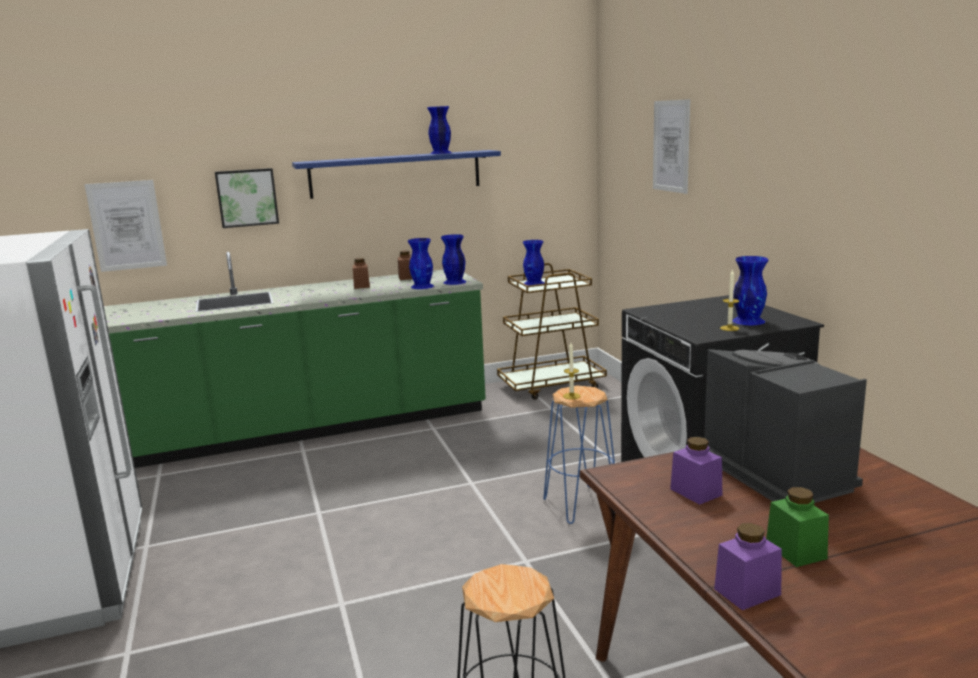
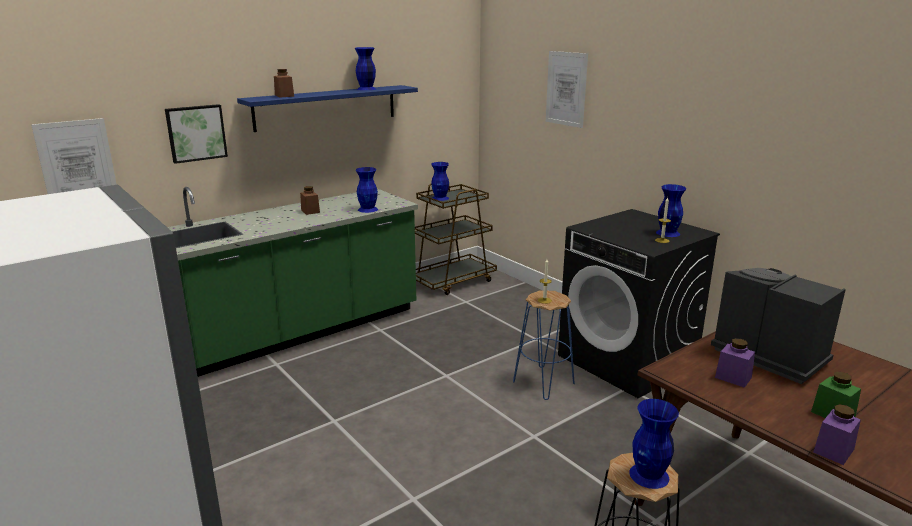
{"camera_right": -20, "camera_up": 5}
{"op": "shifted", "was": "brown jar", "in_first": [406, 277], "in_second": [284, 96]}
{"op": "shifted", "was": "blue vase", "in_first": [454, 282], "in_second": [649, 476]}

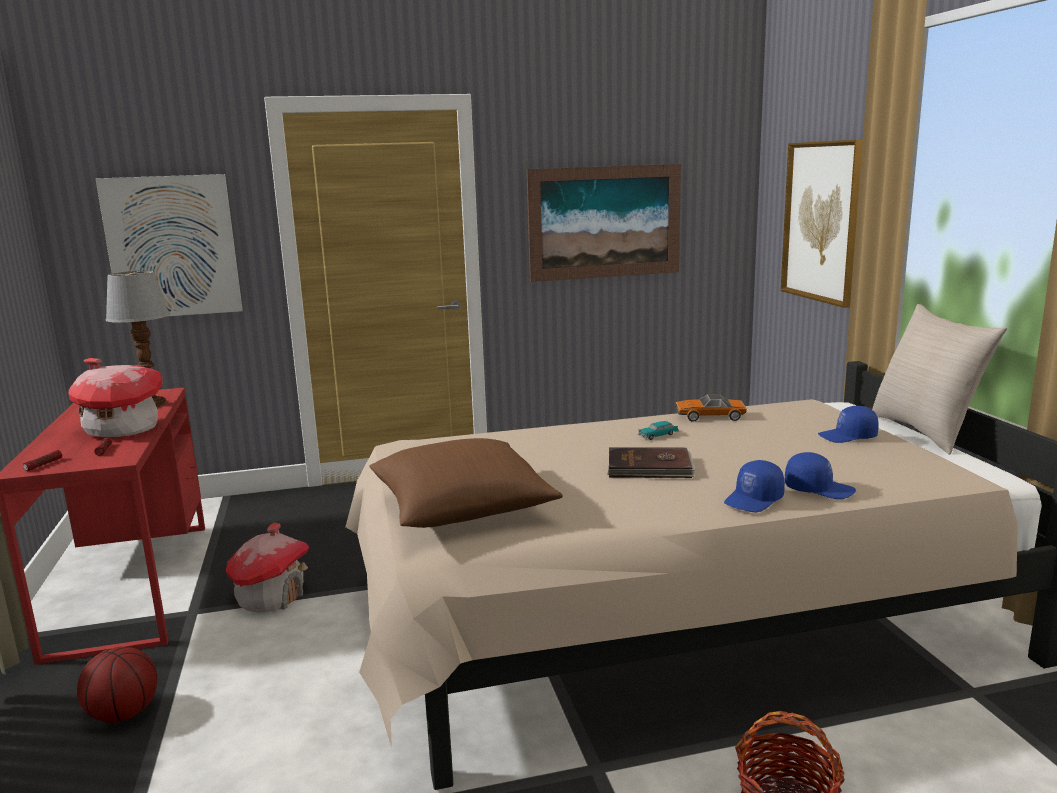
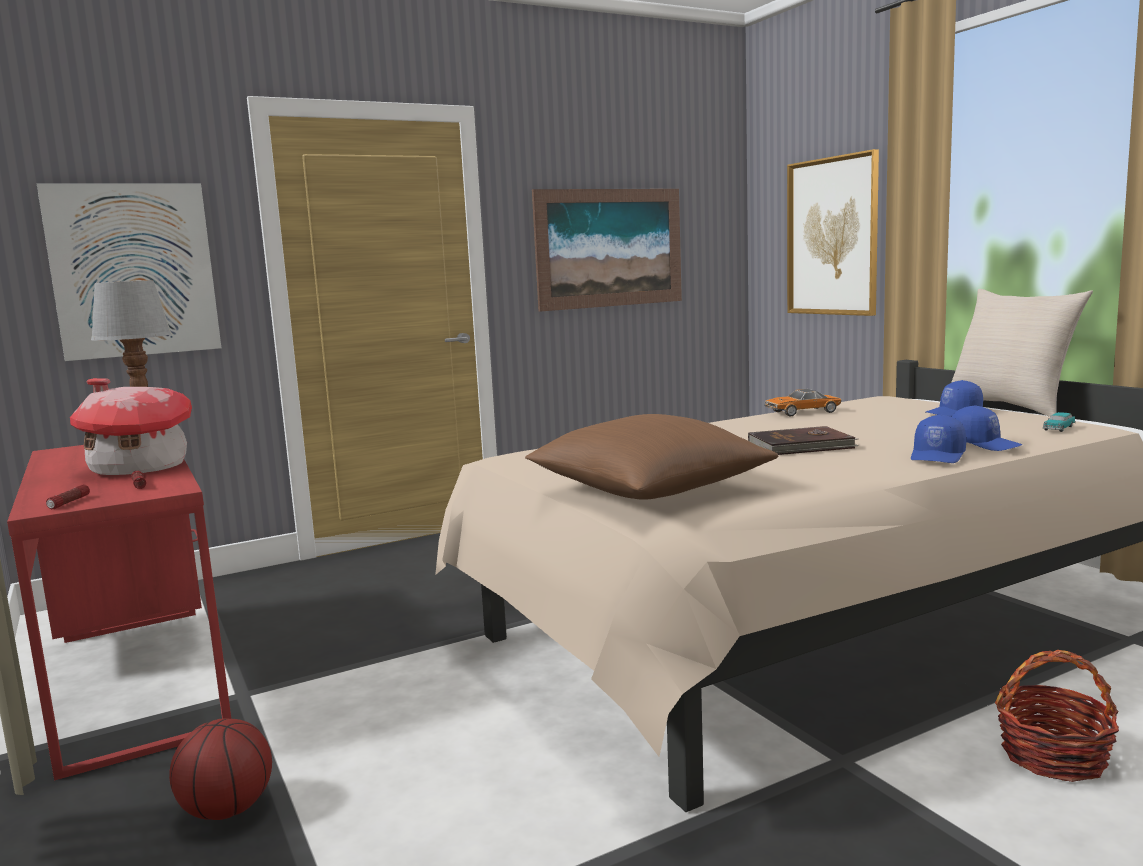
{"camera_right": -15, "camera_up": -5}
{"op": "gone", "was": "toy house", "in_first": [272, 597]}
{"op": "shifted", "was": "toy car", "in_first": [658, 435], "in_second": [1058, 428]}
{"op": "rotated", "was": "blue cap", "in_first": [818, 489], "in_second": [984, 444], "clockwise": 45}

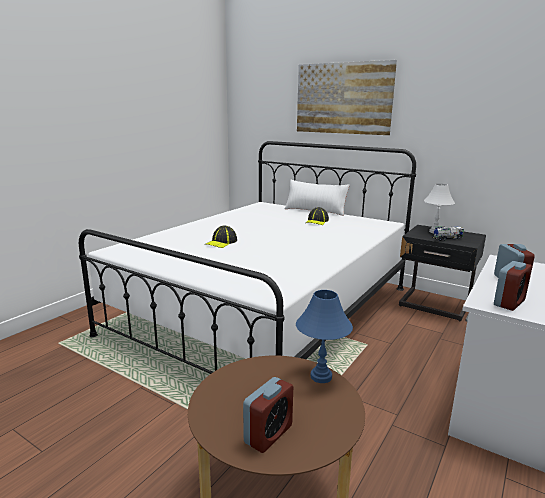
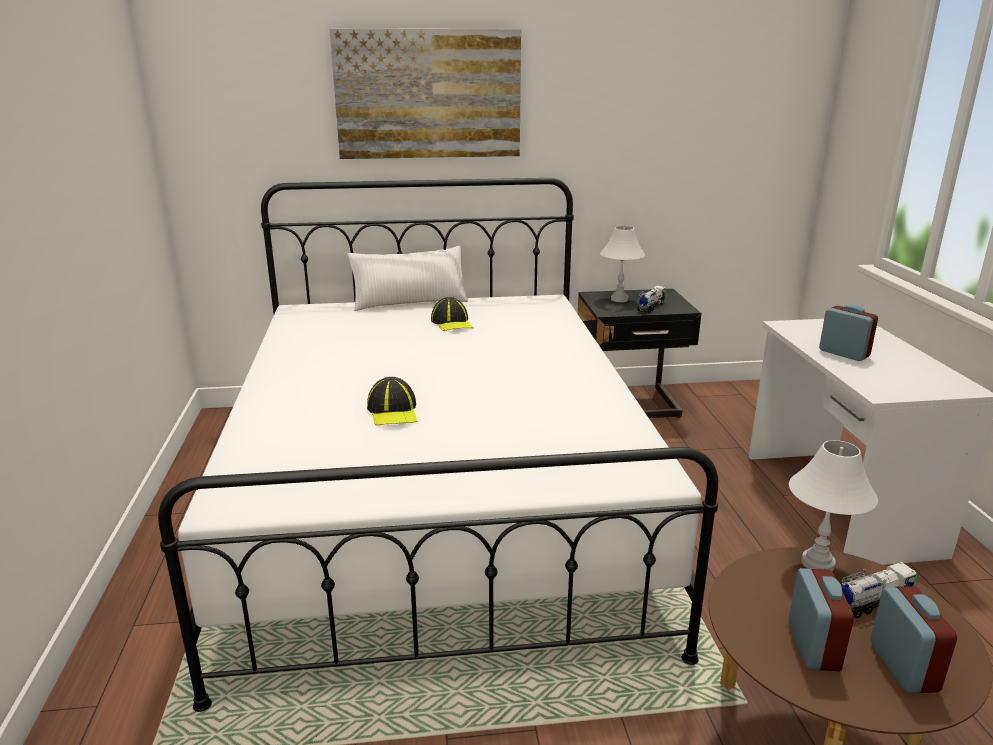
{"camera_right": -40, "camera_up": 5}
{"op": "new", "now": "toy truck", "in_second": [871, 602]}
{"op": "shifted", "was": "alarm clock", "in_first": [509, 303], "in_second": [813, 646]}
{"op": "repainted", "was": "blue table lamp", "now": "white table lamp", "in_first": [321, 376], "in_second": [818, 563]}

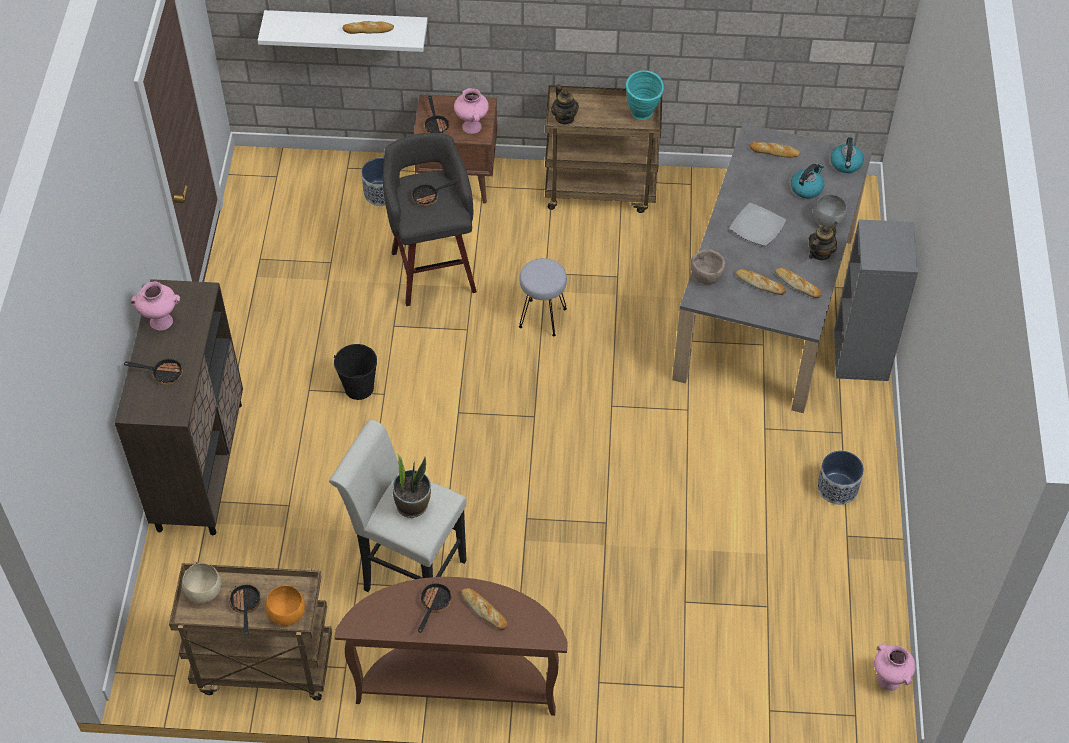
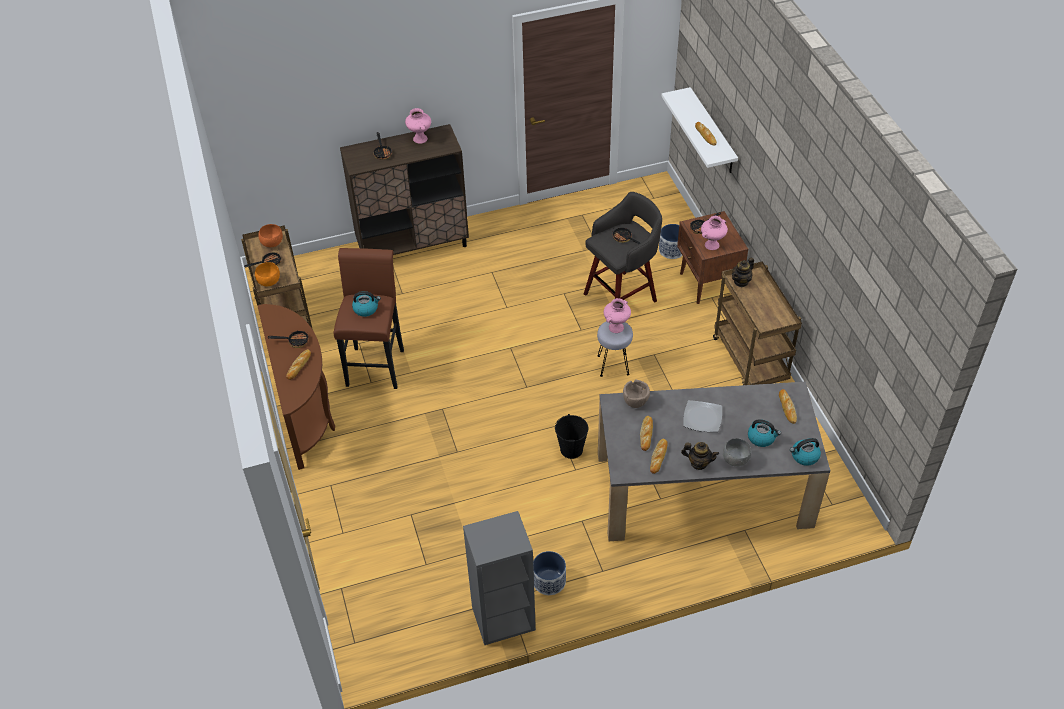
{"camera_right": 70, "camera_up": -5}
{"op": "gone", "was": "turquoise vase", "in_first": [643, 116]}
{"op": "shifted", "was": "black bucket", "in_first": [359, 387], "in_second": [571, 449]}
{"op": "shifted", "was": "grey bookcase", "in_first": [861, 356], "in_second": [503, 619]}
{"op": "shifted", "was": "pink vase", "in_first": [889, 680], "in_second": [616, 328]}
{"op": "swapped", "was": "potted plant", "now": "kettle", "in_first": [413, 505], "in_second": [366, 309]}
{"op": "repainted", "was": "beige bowl", "now": "orange bowl", "in_first": [203, 591], "in_second": [272, 243]}
{"op": "repainted", "was": "white stool", "now": "brown stool", "in_first": [408, 572], "in_second": [376, 364]}

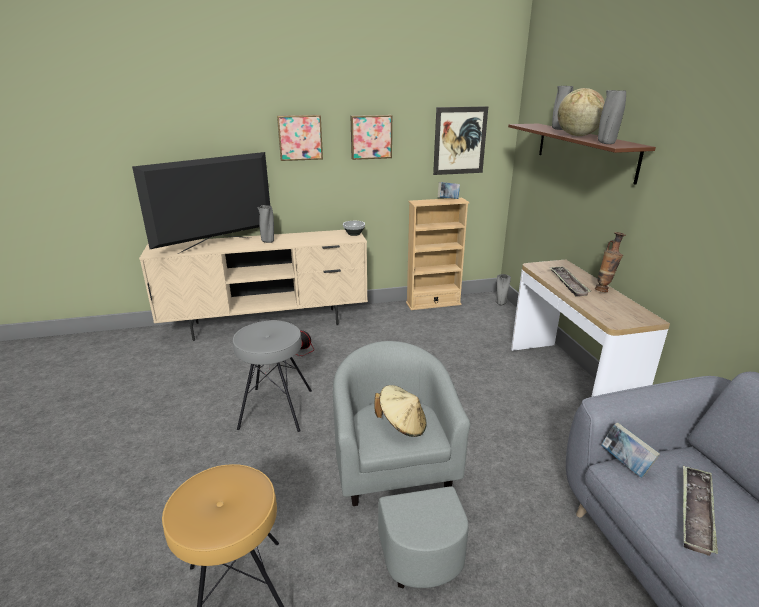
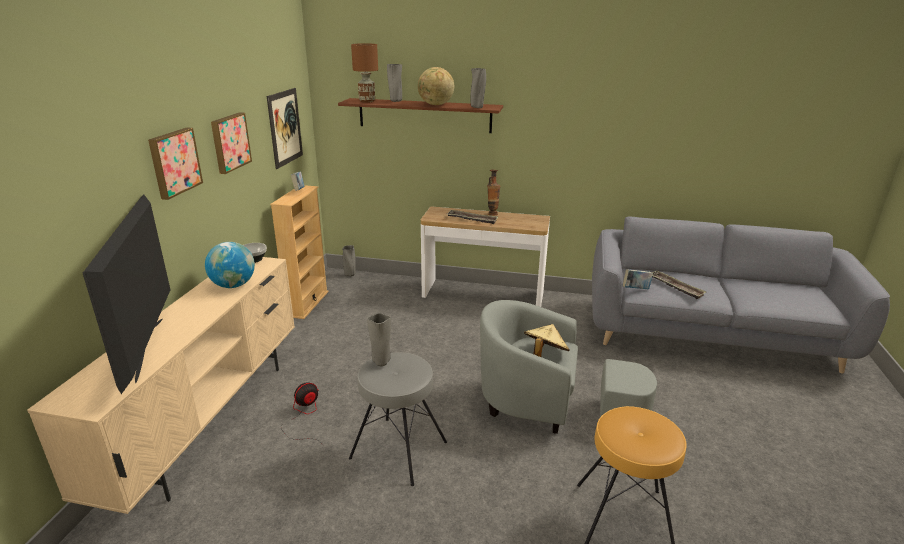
{"camera_right": -65, "camera_up": 0}
{"op": "new", "now": "globe", "in_second": [233, 285]}
{"op": "new", "now": "brown table lamp", "in_second": [367, 101]}
{"op": "shifted", "was": "grey vase", "in_first": [268, 241], "in_second": [381, 362]}

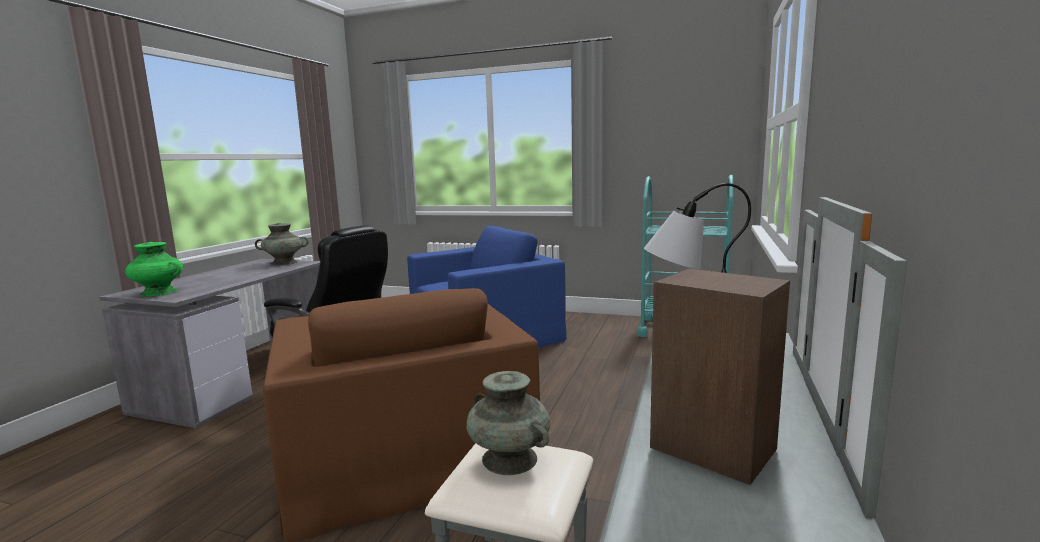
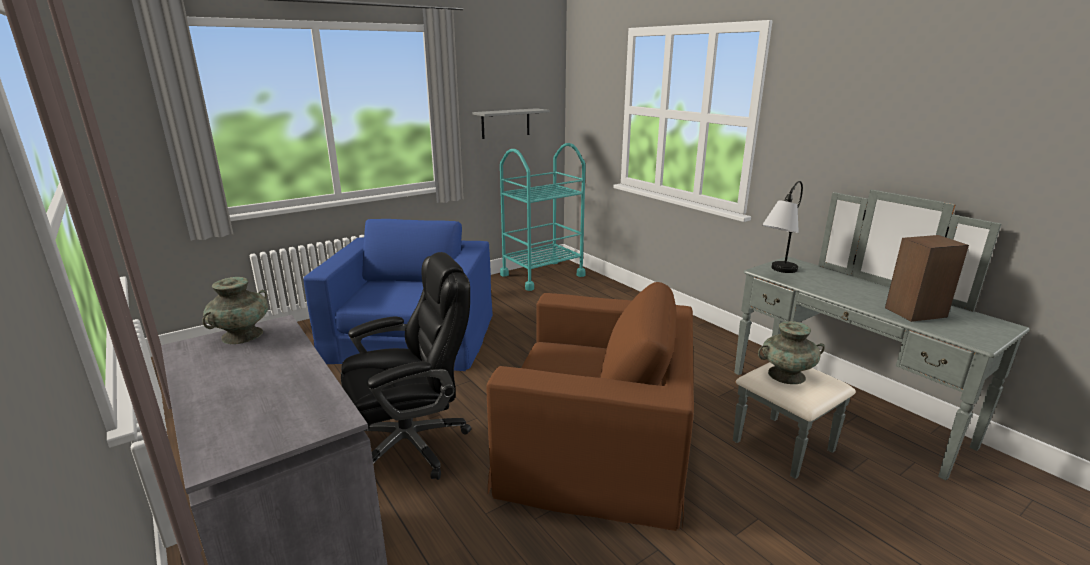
{"camera_right": -55, "camera_up": 10}
{"op": "gone", "was": "green vase", "in_first": [159, 292]}
{"op": "new", "now": "grey shelf", "in_second": [505, 123]}

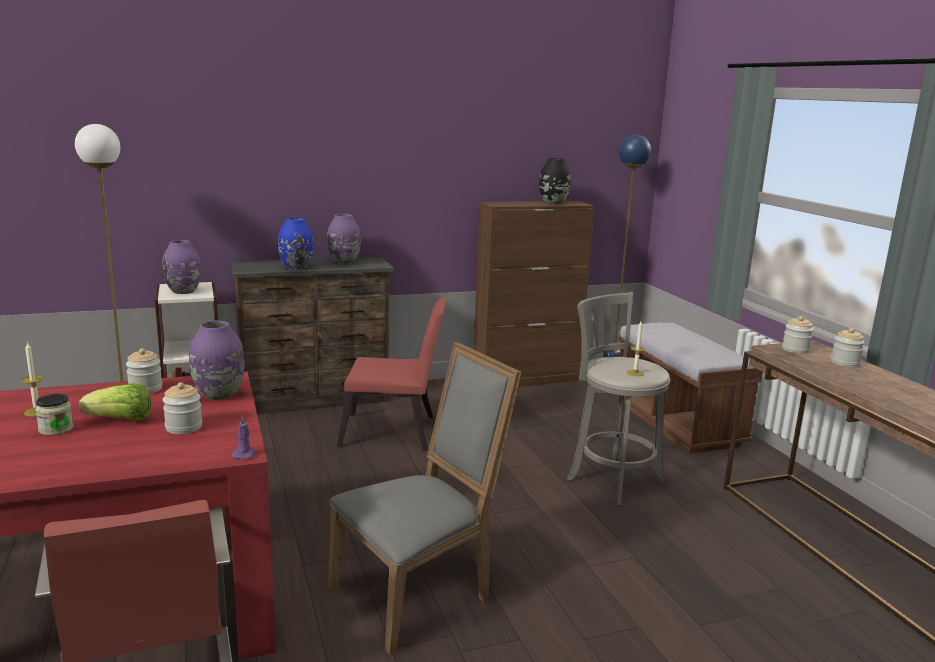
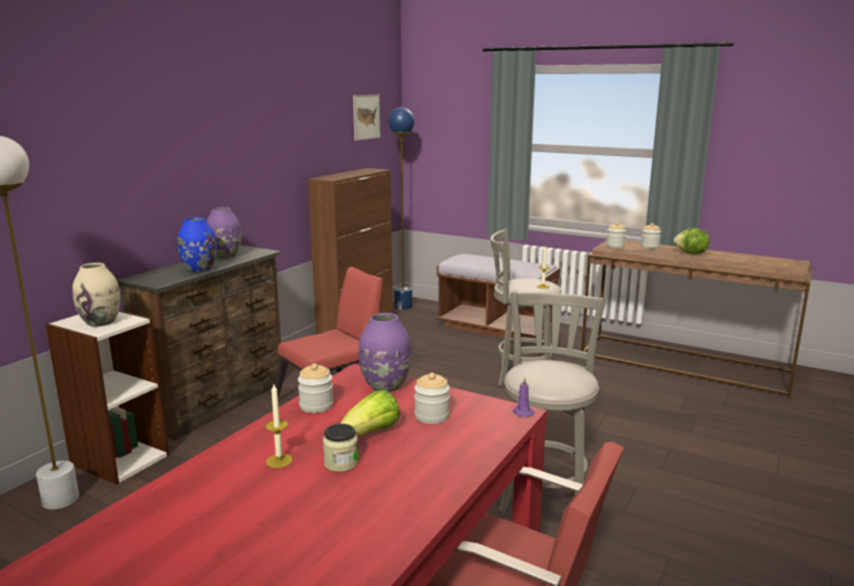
{"camera_right": -40, "camera_up": 0}
{"op": "gone", "was": "black vase", "in_first": [553, 203]}
{"op": "new", "now": "picture", "in_second": [366, 117]}
{"op": "new", "now": "lettuce", "in_second": [691, 253]}
{"op": "swapped", "was": "grey chair", "now": "grey stool", "in_first": [419, 592], "in_second": [544, 493]}
{"op": "repainted", "was": "purple vase", "now": "beige vase", "in_first": [184, 291], "in_second": [101, 322]}

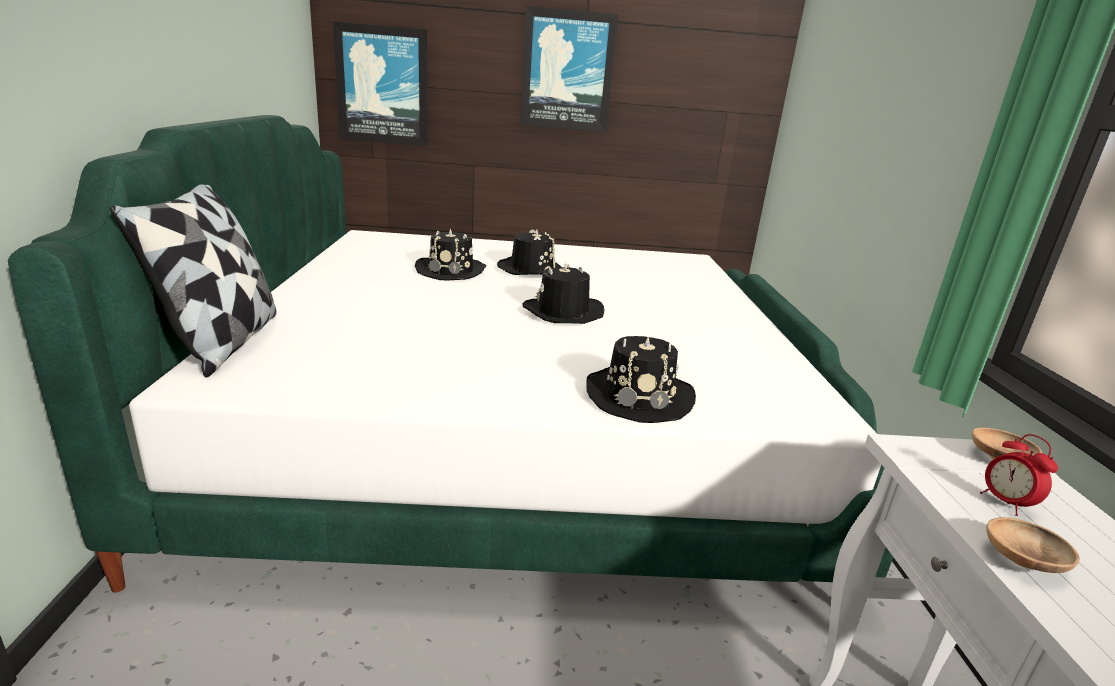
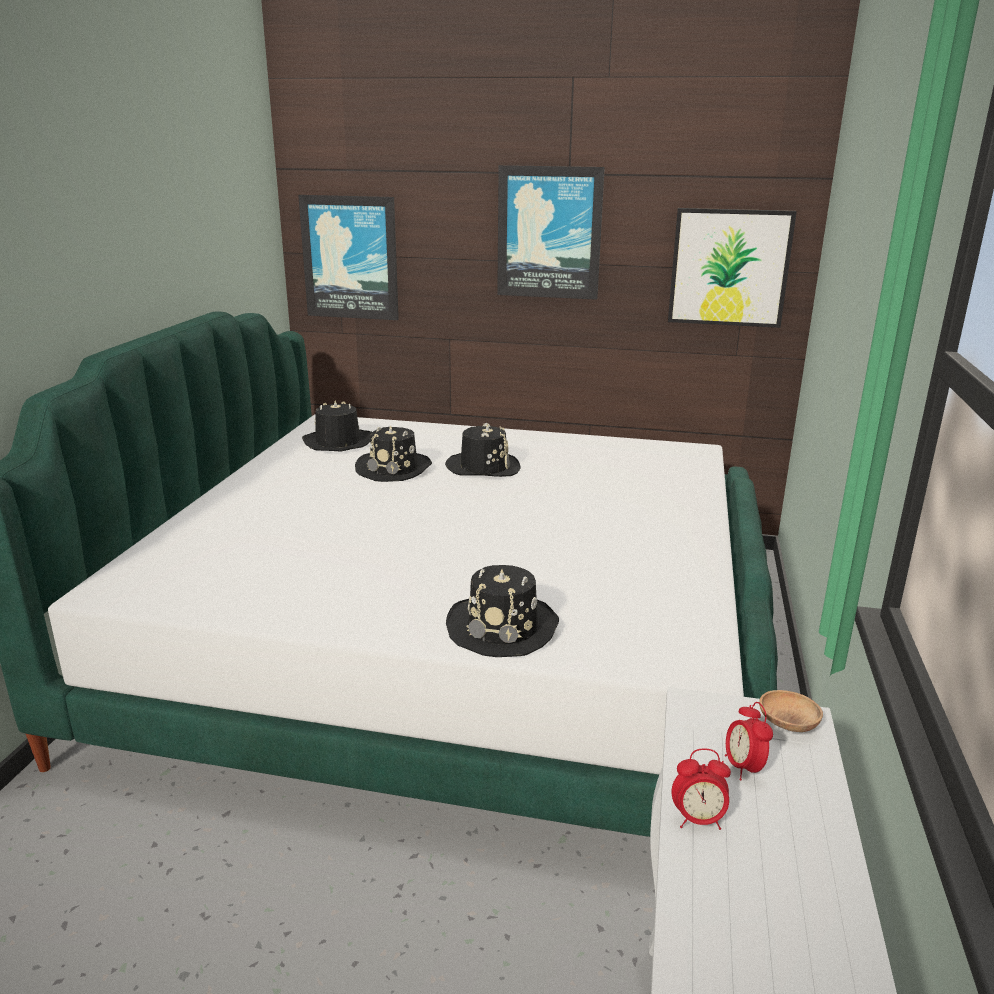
{"camera_right": 15, "camera_up": 0}
{"op": "gone", "was": "pillow", "in_first": [223, 342]}
{"op": "new", "now": "picture", "in_second": [729, 267]}
{"op": "shifted", "was": "black hat", "in_first": [563, 312], "in_second": [337, 442]}
{"op": "swapped", "was": "brown bowl", "now": "alarm clock", "in_first": [1021, 561], "in_second": [698, 820]}

